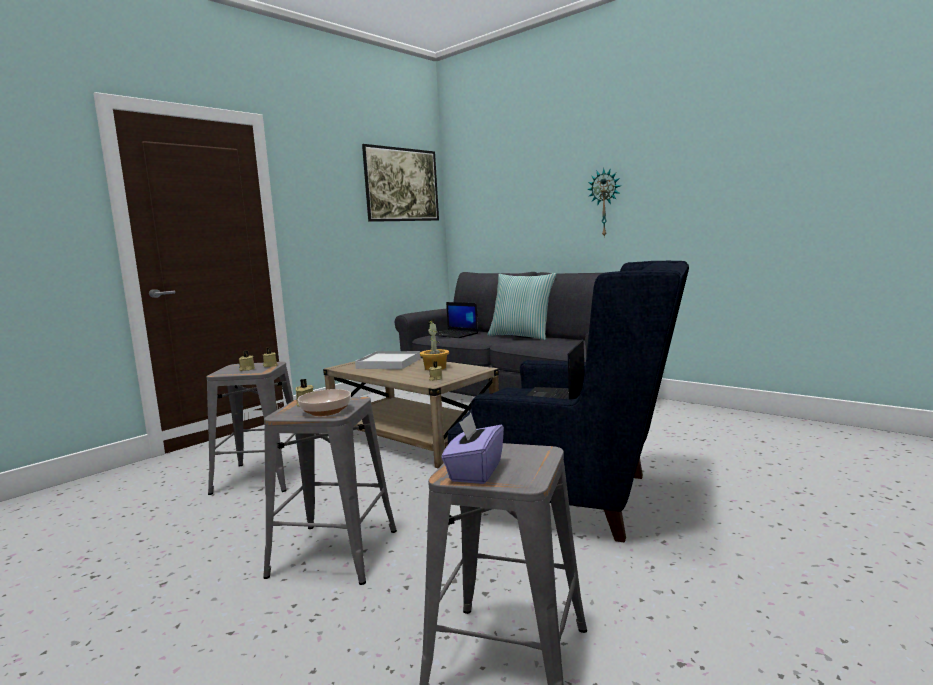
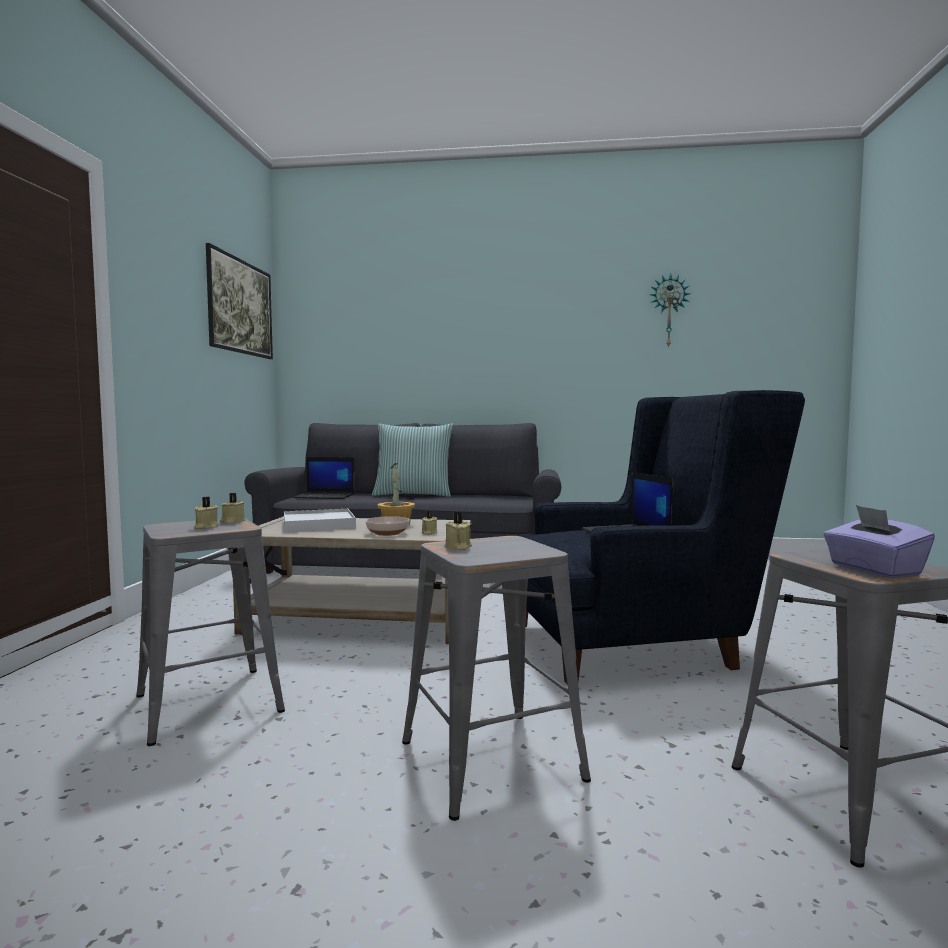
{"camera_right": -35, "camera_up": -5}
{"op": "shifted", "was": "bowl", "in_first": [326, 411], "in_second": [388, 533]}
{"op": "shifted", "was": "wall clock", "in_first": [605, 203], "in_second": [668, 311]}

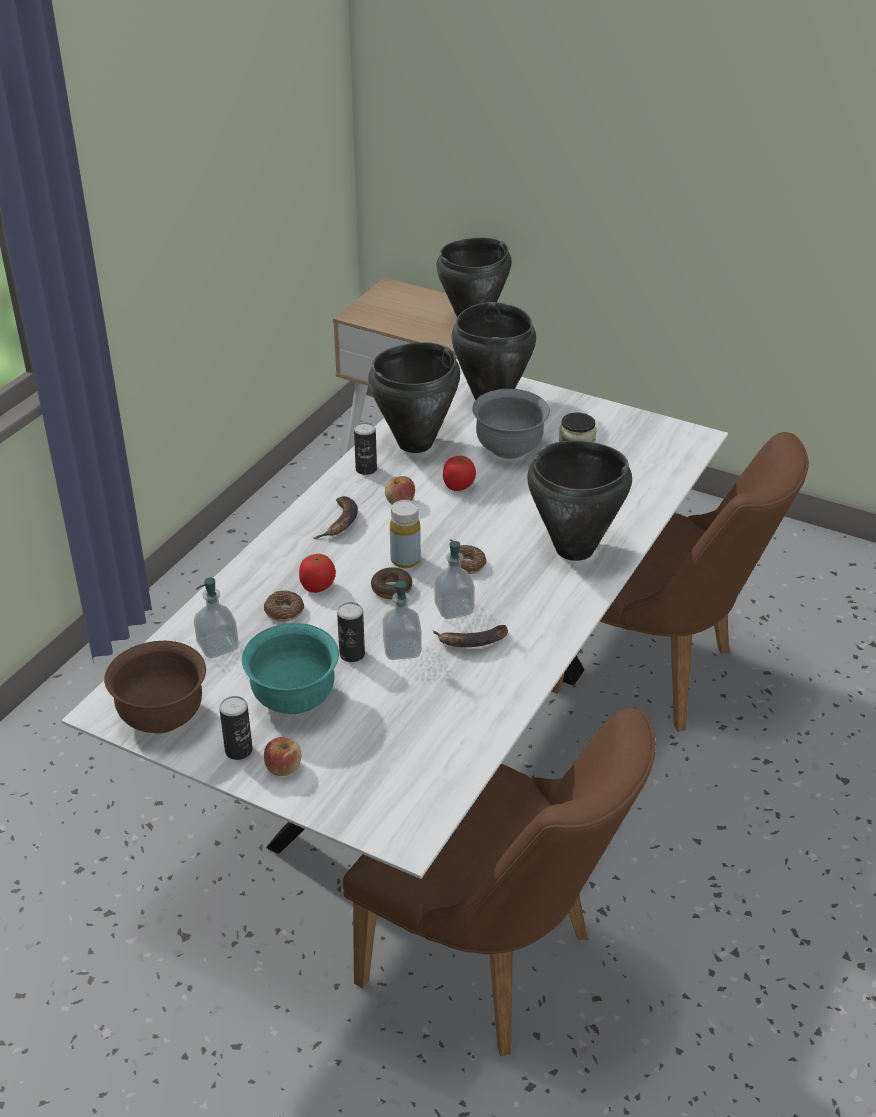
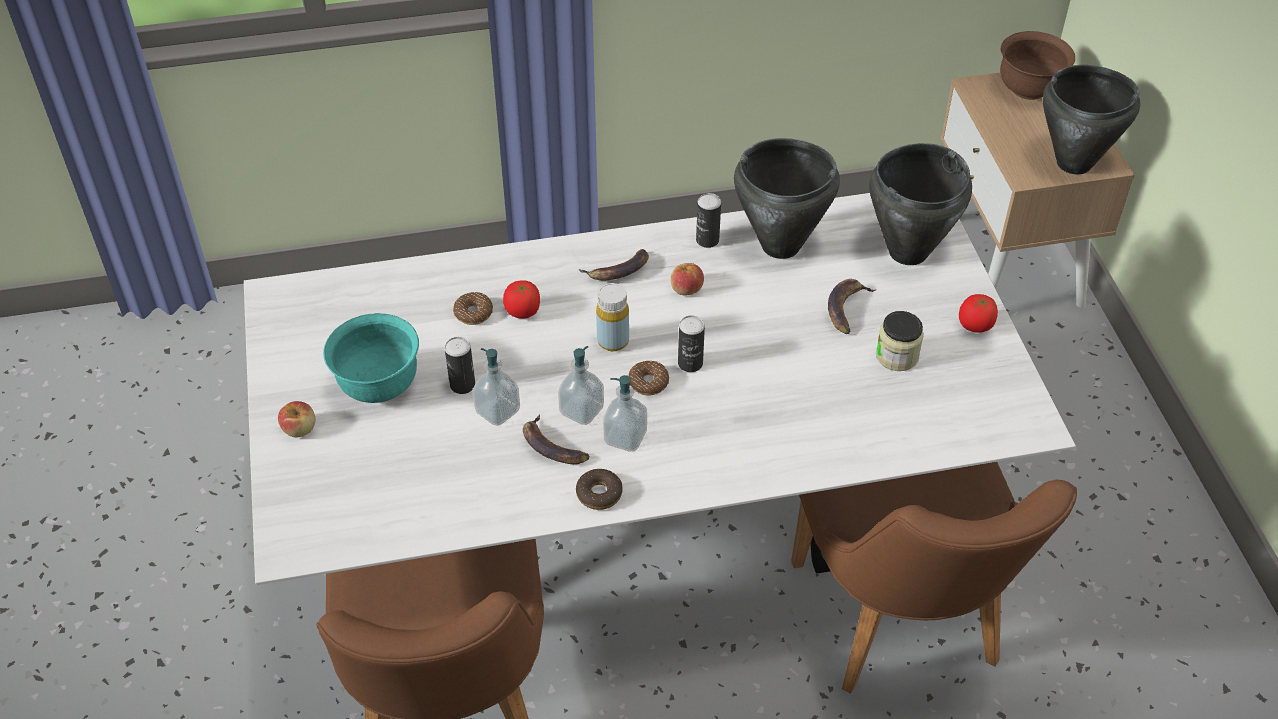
{"camera_right": 50, "camera_up": 10}
{"op": "gone", "was": "black cooking pot", "in_first": [575, 549]}
{"op": "shifted", "was": "brown bowl", "in_first": [162, 717], "in_second": [1028, 89]}
{"op": "shifted", "was": "soap dispenser", "in_first": [218, 646], "in_second": [625, 437]}
{"op": "shifted", "was": "can", "in_first": [238, 750], "in_second": [690, 363]}
{"op": "shifted", "was": "donut", "in_first": [391, 588], "in_second": [599, 494]}
{"op": "shifted", "was": "tomato", "in_first": [458, 486], "in_second": [975, 326]}
{"op": "swapped", "was": "grey bowl", "now": "banana", "in_first": [509, 449], "in_second": [846, 308]}

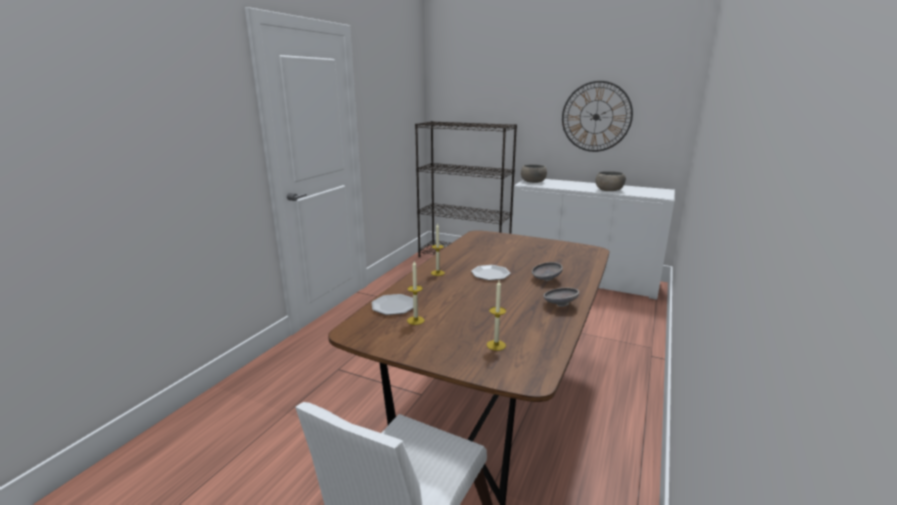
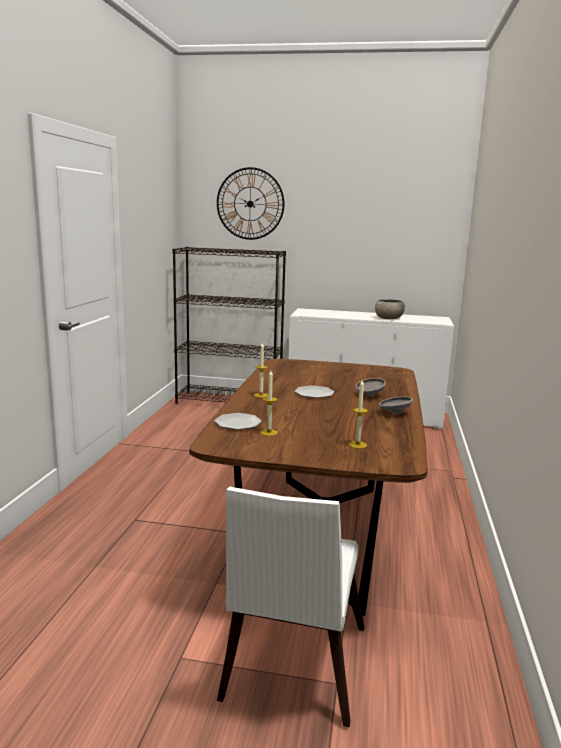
{"camera_right": -15, "camera_up": -5}
{"op": "gone", "was": "grey bowl", "in_first": [533, 182]}
{"op": "shifted", "was": "wall clock", "in_first": [596, 117], "in_second": [250, 204]}

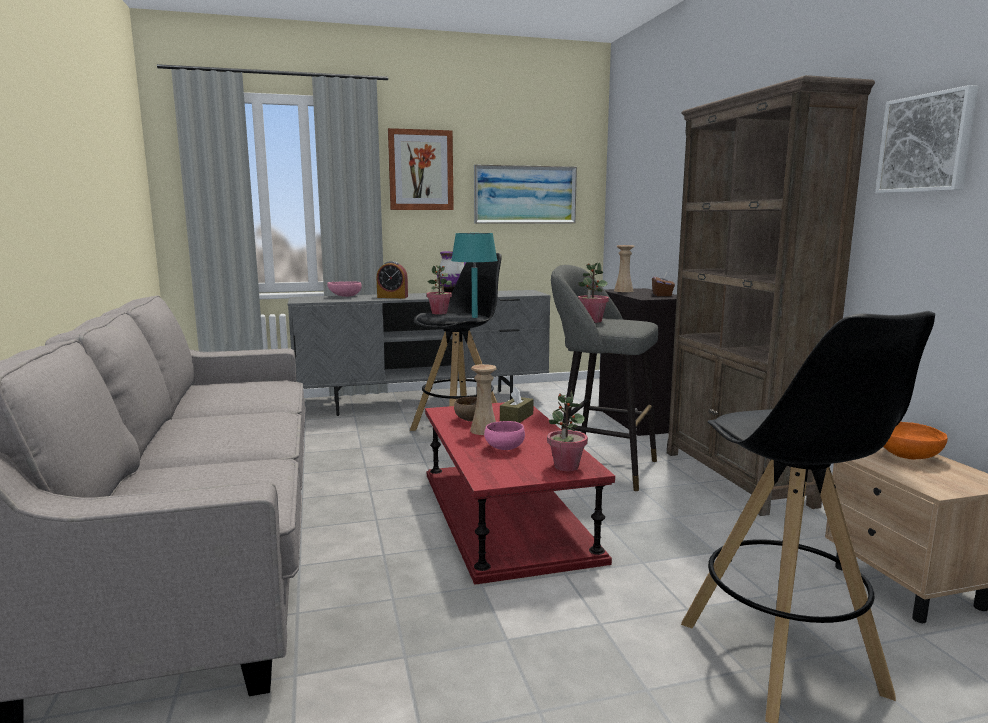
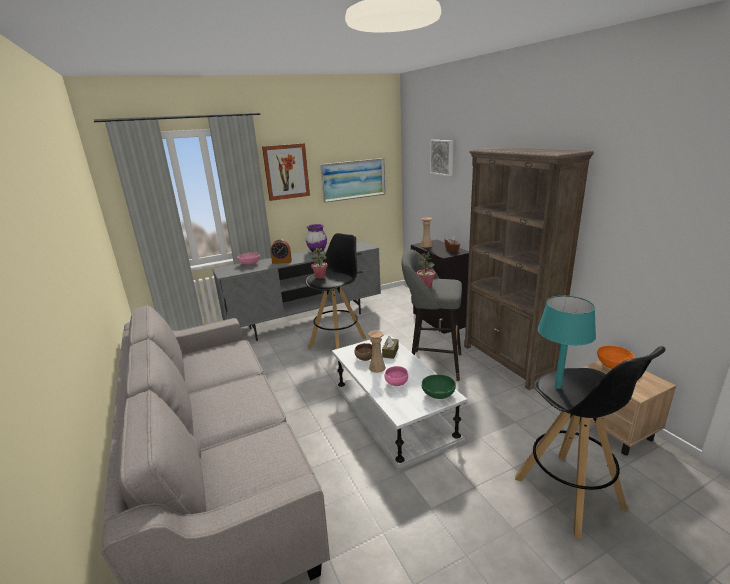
{"camera_right": -10, "camera_up": 10}
{"op": "shifted", "was": "turquoise table lamp", "in_first": [474, 317], "in_second": [558, 387]}
{"op": "shifted", "was": "picture", "in_first": [927, 143], "in_second": [442, 157]}
{"op": "swapped", "was": "potted plant", "now": "green bowl", "in_first": [566, 466], "in_second": [438, 395]}
{"op": "repainted", "was": "red coffee table", "now": "white coffee table", "in_first": [504, 513], "in_second": [392, 411]}

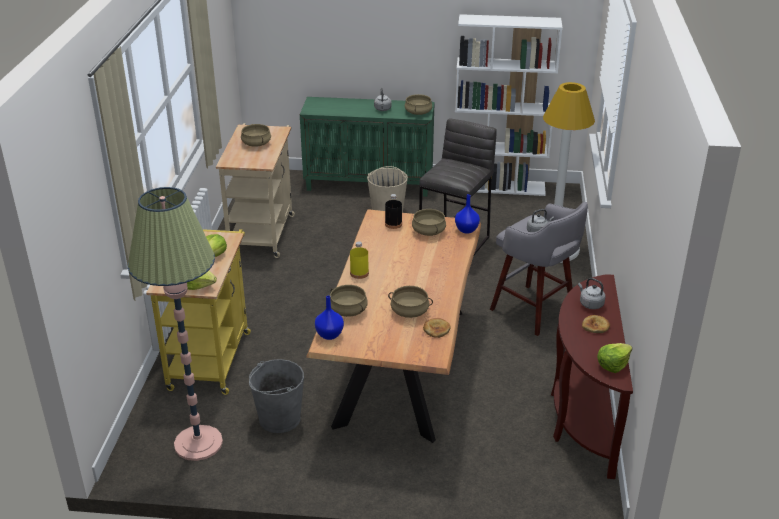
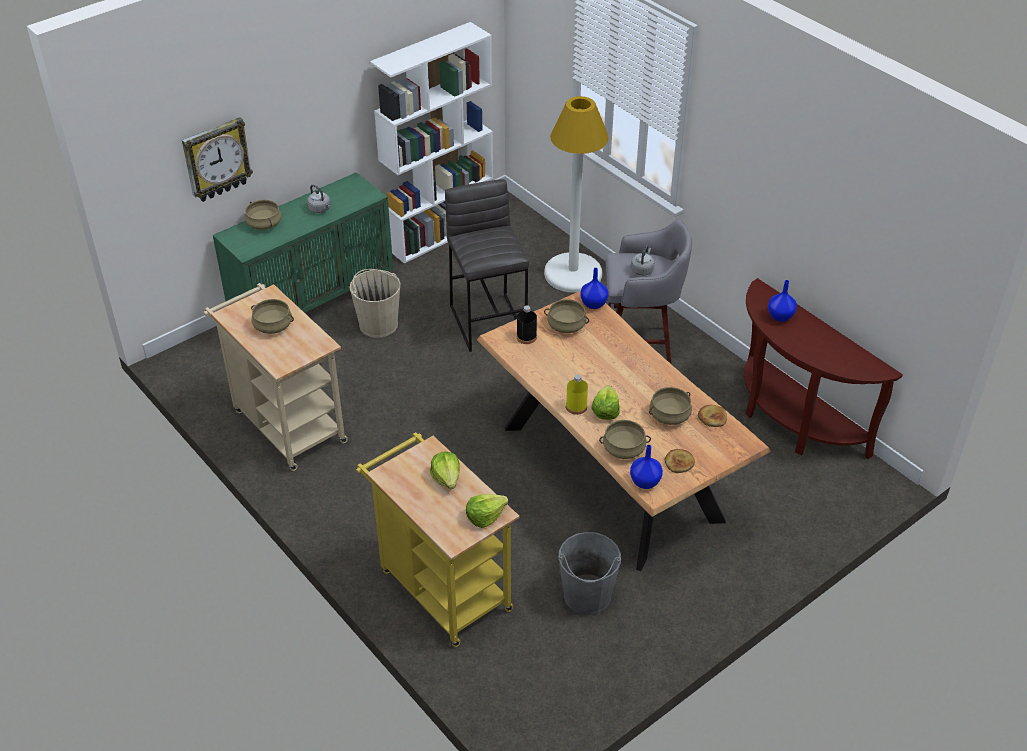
{"camera_right": -45, "camera_up": 10}
{"op": "gone", "was": "floor lamp", "in_first": [198, 443]}
{"op": "new", "now": "wall clock", "in_second": [216, 159]}
{"op": "shifted", "was": "beige cooking pot", "in_first": [418, 112], "in_second": [264, 224]}
{"op": "shifted", "was": "bread", "in_first": [595, 326], "in_second": [679, 462]}
{"op": "shifted", "was": "lettuce", "in_first": [613, 364], "in_second": [605, 411]}
{"op": "swapped", "was": "grey kettle", "now": "blue vase", "in_first": [590, 304], "in_second": [780, 317]}

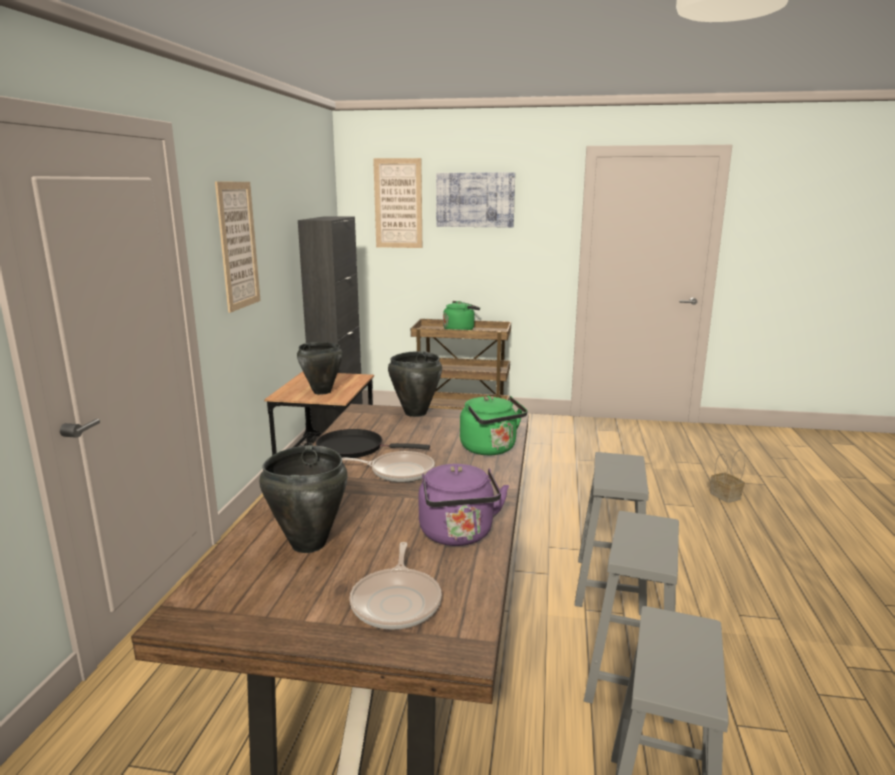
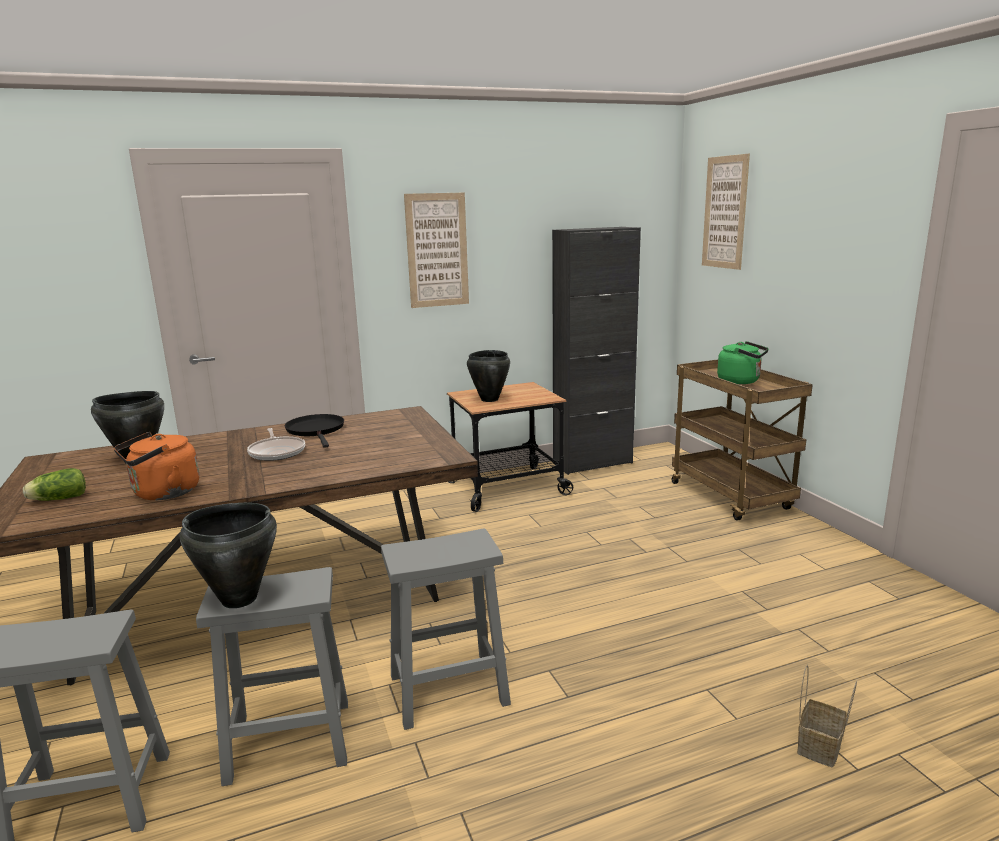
{"camera_right": 60, "camera_up": 0}
{"op": "gone", "was": "picture", "in_first": [475, 200]}
{"op": "gone", "was": "green kettle", "in_first": [490, 449]}
{"op": "shifted", "was": "black cooking pot", "in_first": [415, 413], "in_second": [238, 599]}
{"op": "swapped", "was": "frying pan", "now": "lettuce", "in_first": [397, 602], "in_second": [57, 499]}
{"op": "repainted", "was": "purple kettle", "now": "orange kettle", "in_first": [458, 535], "in_second": [163, 493]}

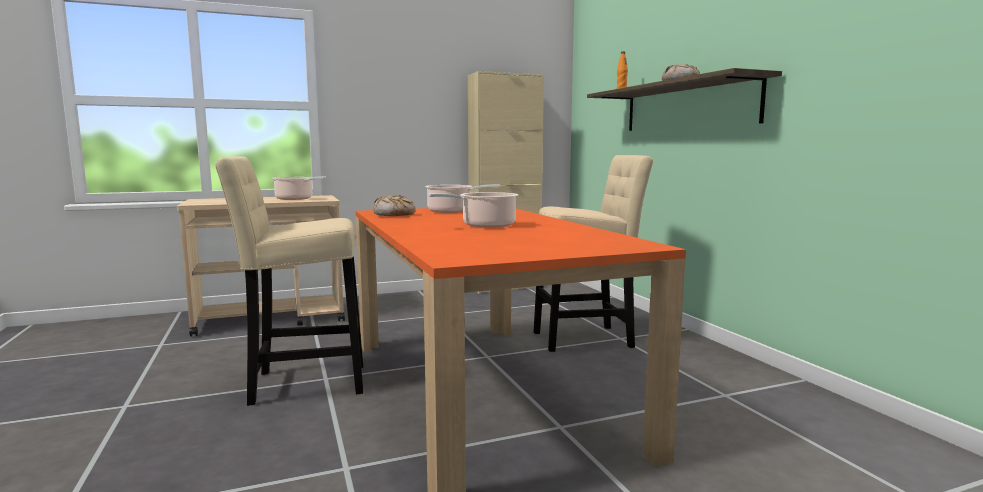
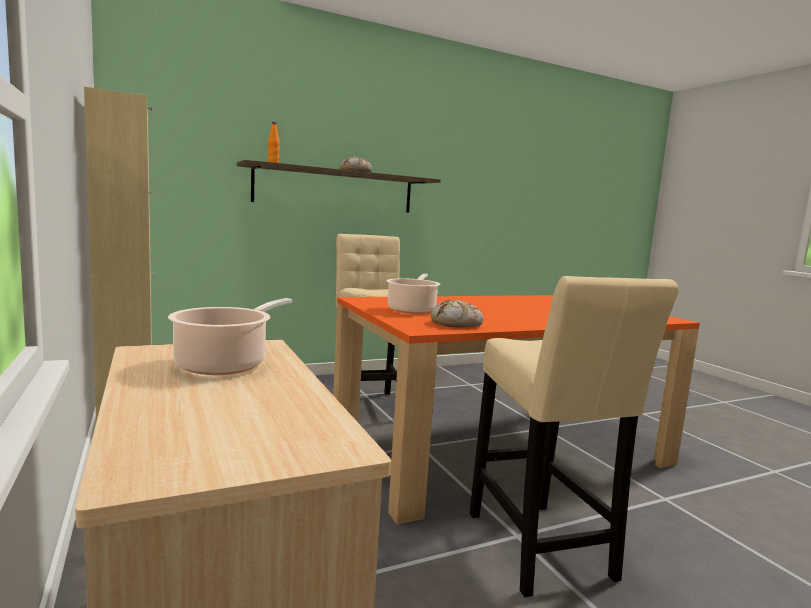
{"camera_right": -95, "camera_up": 0}
{"op": "gone", "was": "cooking pot", "in_first": [485, 225]}

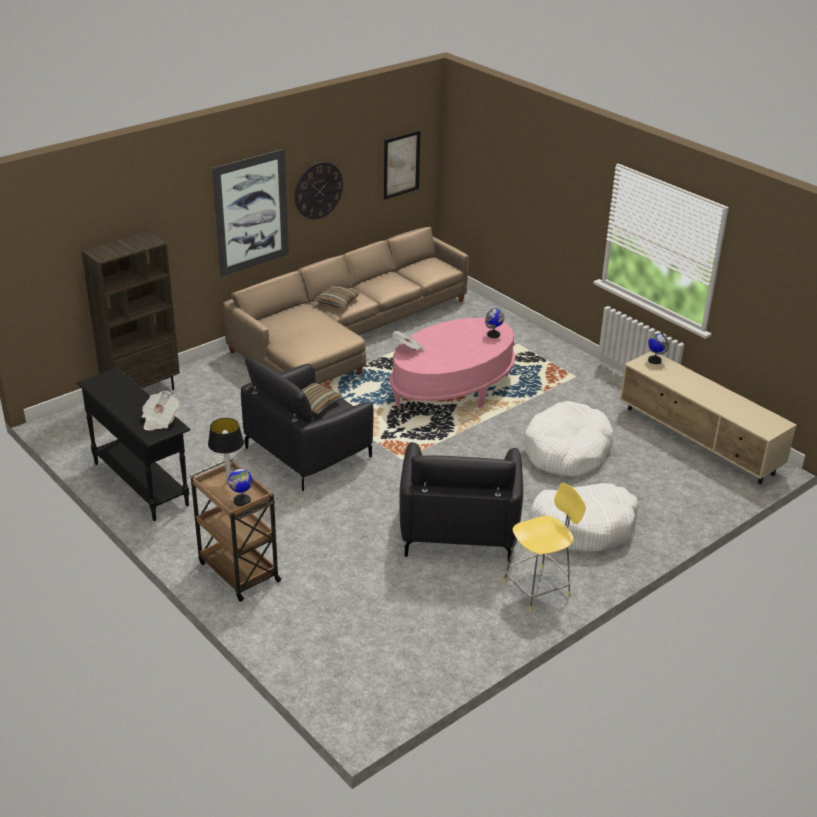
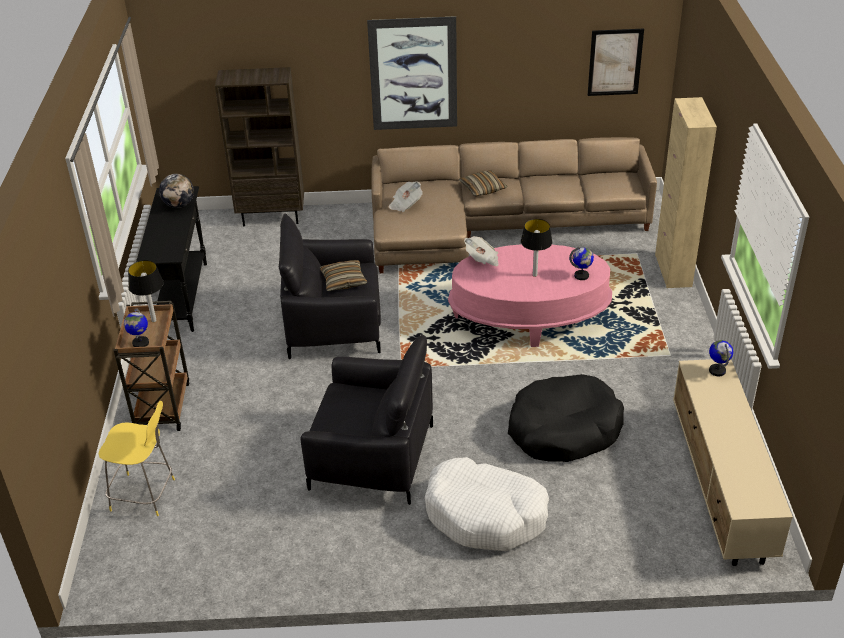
{"camera_right": 40, "camera_up": 5}
{"op": "gone", "was": "wall clock", "in_first": [318, 190]}
{"op": "new", "now": "globe", "in_second": [179, 205]}
{"op": "new", "now": "table lamp", "in_second": [535, 275]}
{"op": "new", "now": "beige cabinet", "in_second": [673, 270]}
{"op": "shifted", "was": "newspaper", "in_first": [159, 420], "in_second": [405, 204]}
{"op": "shifted", "was": "yellow stool", "in_first": [538, 588], "in_second": [145, 495]}
{"op": "repainted", "was": "white dog bed", "now": "black dog bed", "in_first": [566, 451], "in_second": [563, 430]}
{"op": "rotated", "was": "black armchair", "in_first": [458, 528], "in_second": [371, 457], "clockwise": -120}

